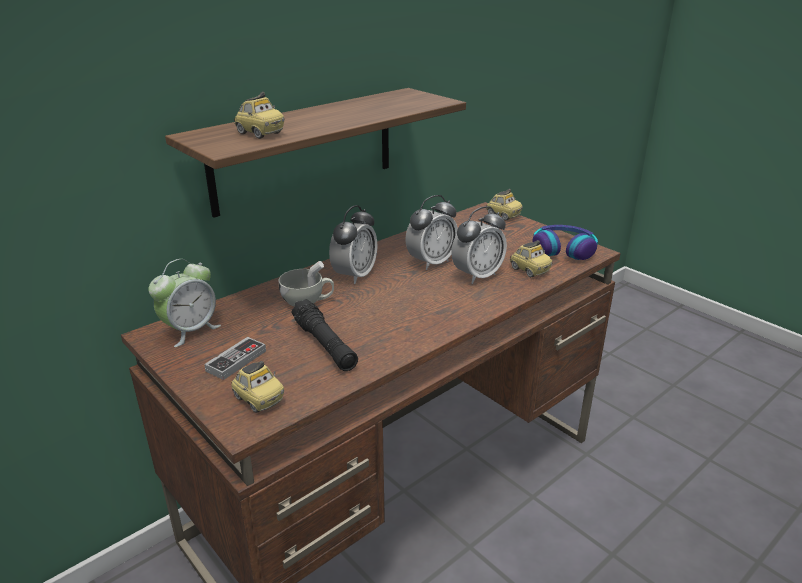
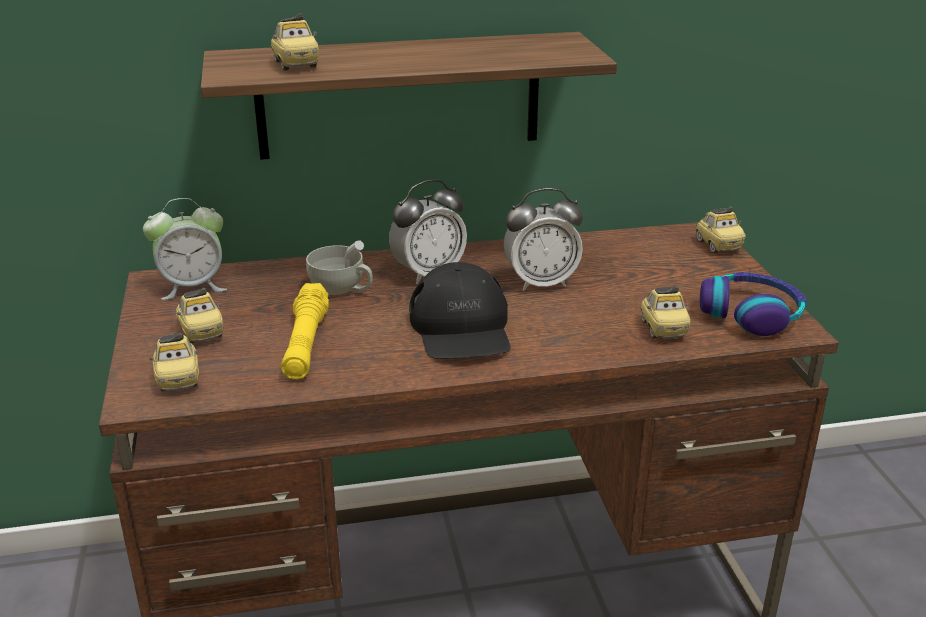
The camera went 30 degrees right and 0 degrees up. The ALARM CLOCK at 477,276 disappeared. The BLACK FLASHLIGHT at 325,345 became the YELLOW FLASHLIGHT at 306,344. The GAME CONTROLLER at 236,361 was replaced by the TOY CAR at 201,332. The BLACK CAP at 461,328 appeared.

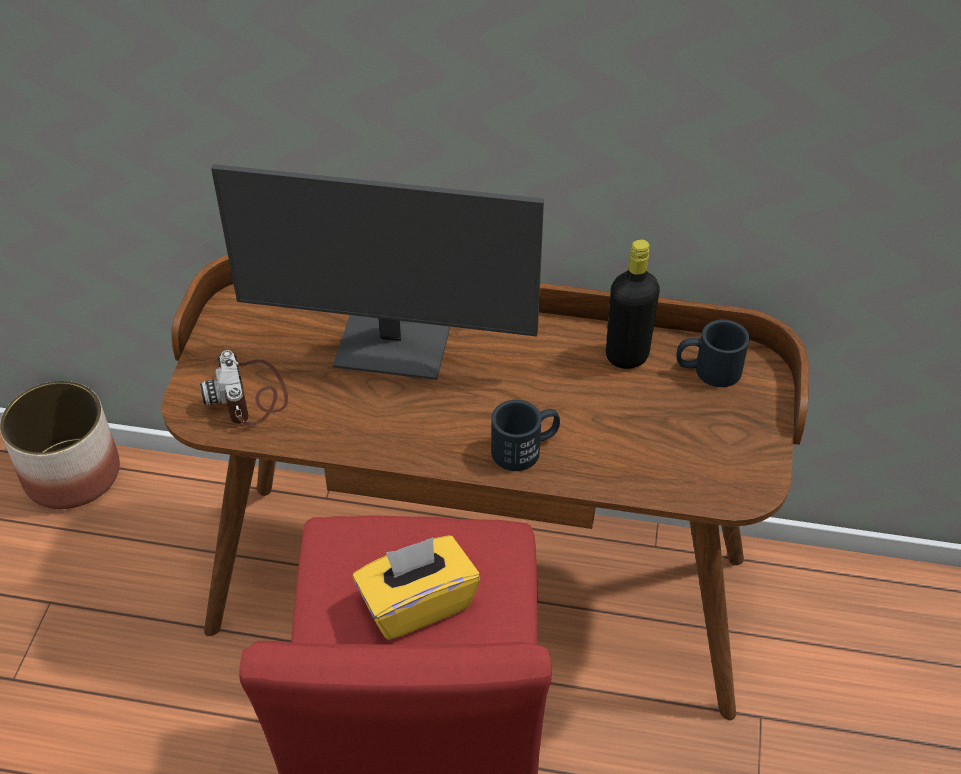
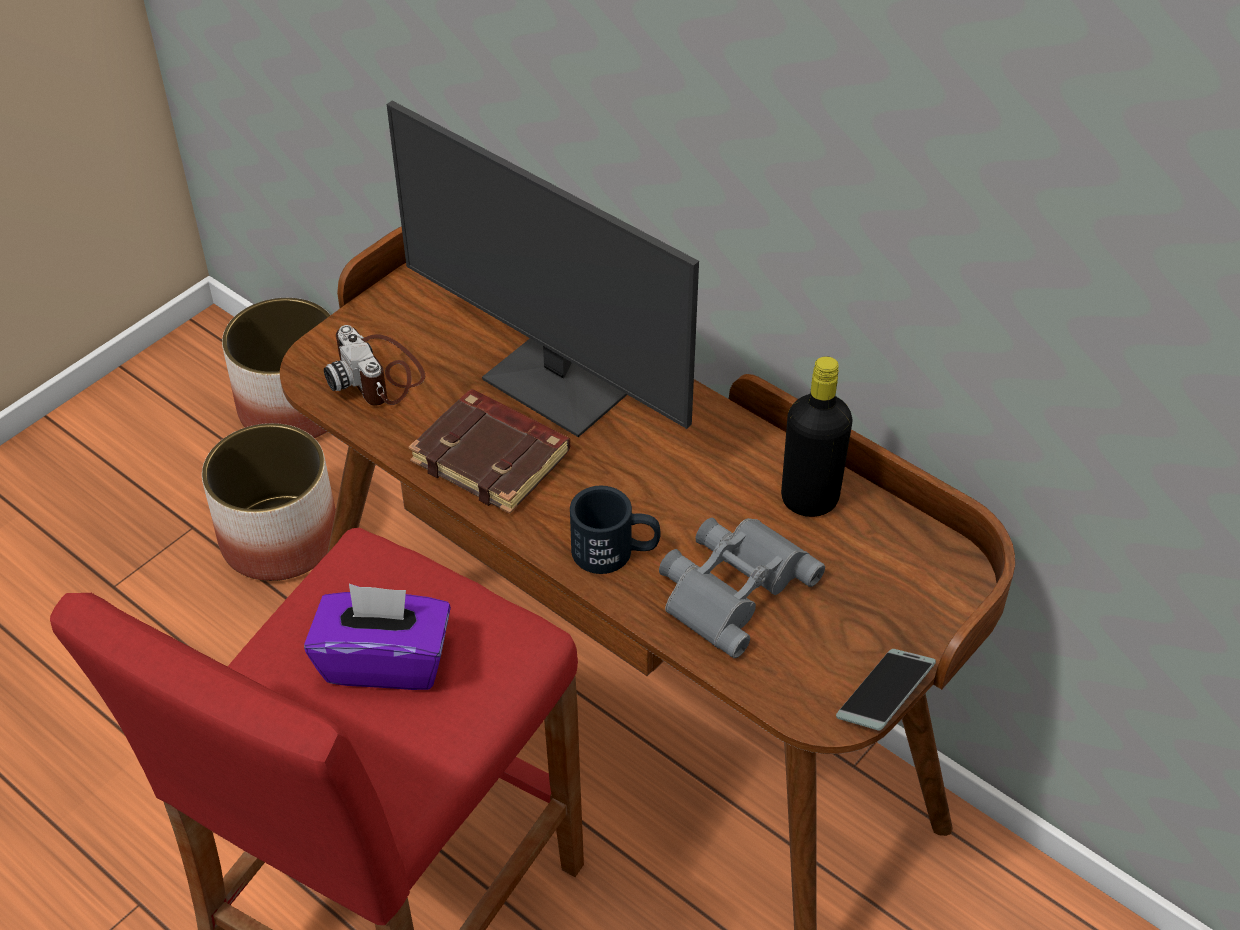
The camera went 30 degrees right and 0 degrees up. The BLACK MUG at 707,370 disappeared. The PHOTO CAMERA at 250,396 turned 45 degrees counterclockwise. The YELLOW TISSUE BOX at 417,603 became the PURPLE TISSUE BOX at 385,661. The BROWN BOOK at 493,457 appeared. The PLANTER at 281,538 appeared. The GREY BINOCULARS at 731,586 appeared. The PHONE at 884,696 appeared.

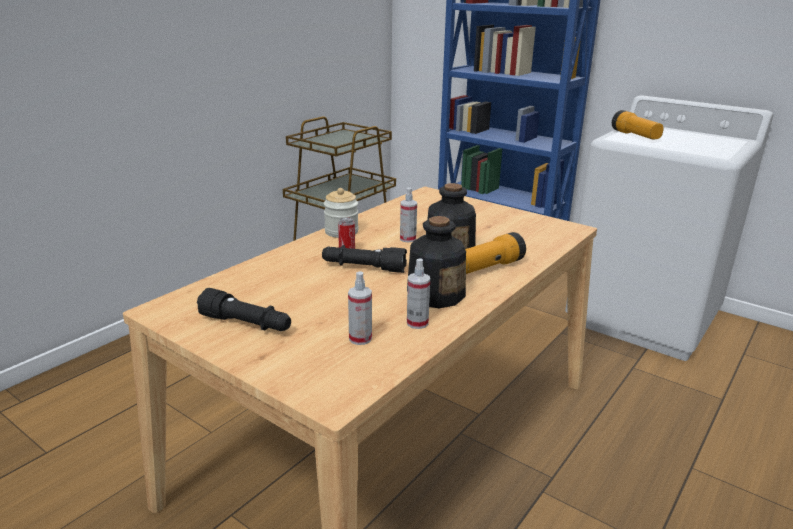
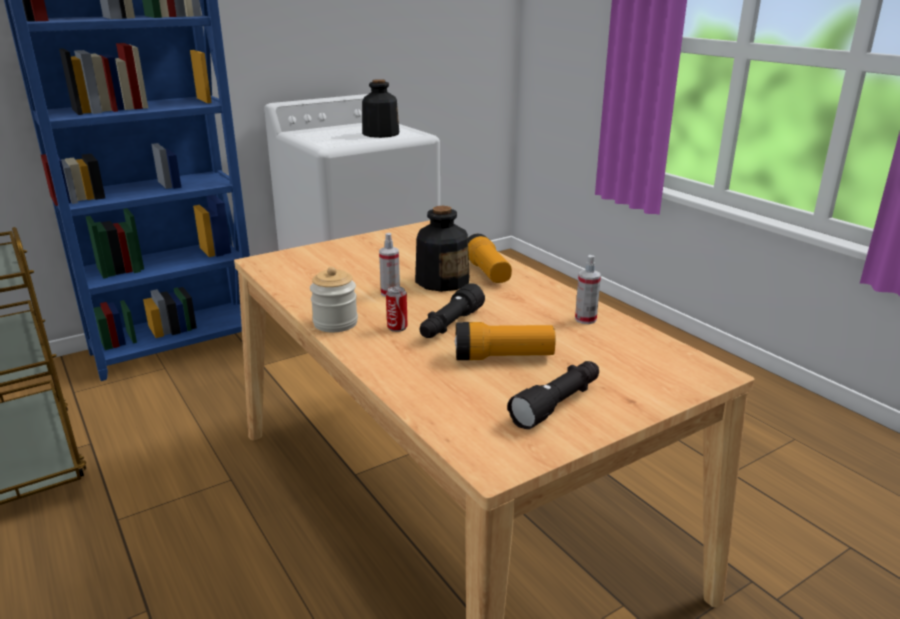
The camera went 70 degrees left and 0 degrees up. The FLASHLIGHT moved from 635,136 to 503,357. The BOTTLE moved from 435,294 to 380,134. The SPRAY BOTTLE at 360,338 disappeared.

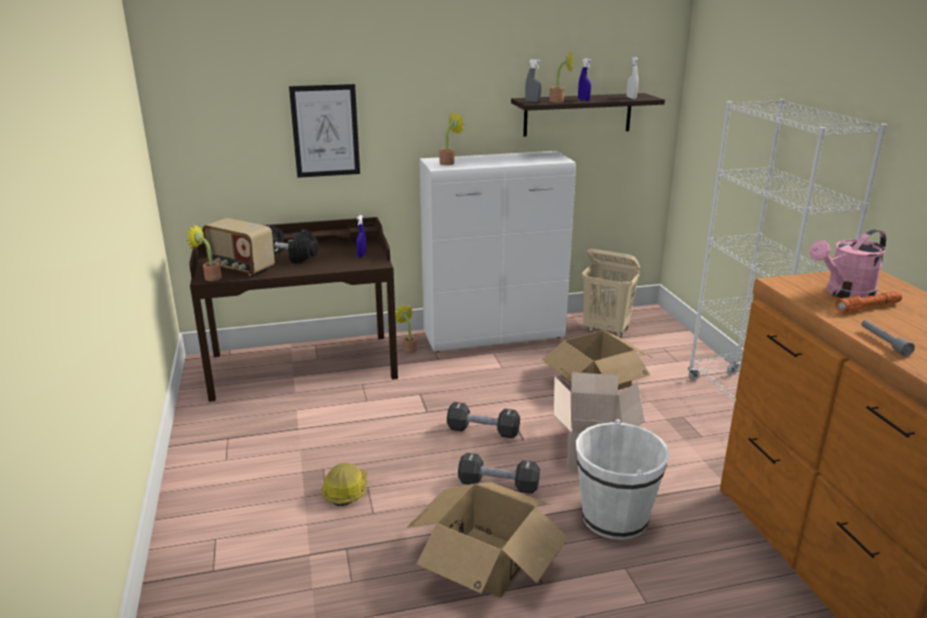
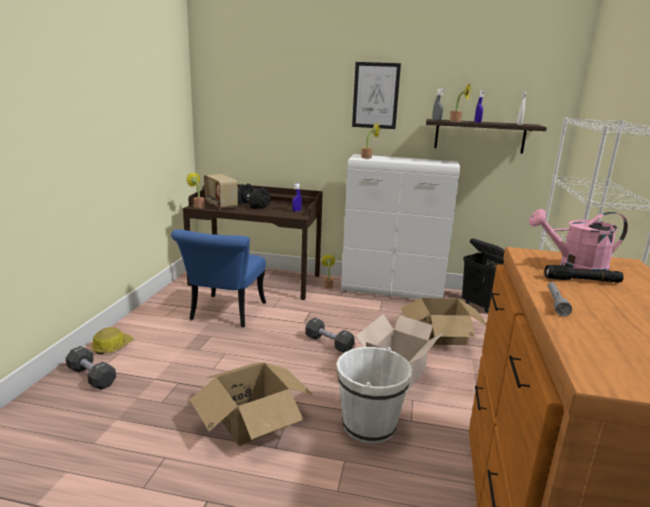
The camera went 25 degrees right and 5 degrees down. The PICTURE moved from 325,131 to 375,95. The BEIGE LAUNDRY BASKET at 606,330 became the BLACK LAUNDRY BASKET at 480,306. The ORANGE FLASHLIGHT at 867,308 became the BLACK FLASHLIGHT at 582,280. The BLACK DUMBBELL moved from 498,485 to 91,377. The HARD HAT moved from 345,491 to 112,346. The BLUE CHAIR at 224,314 appeared.

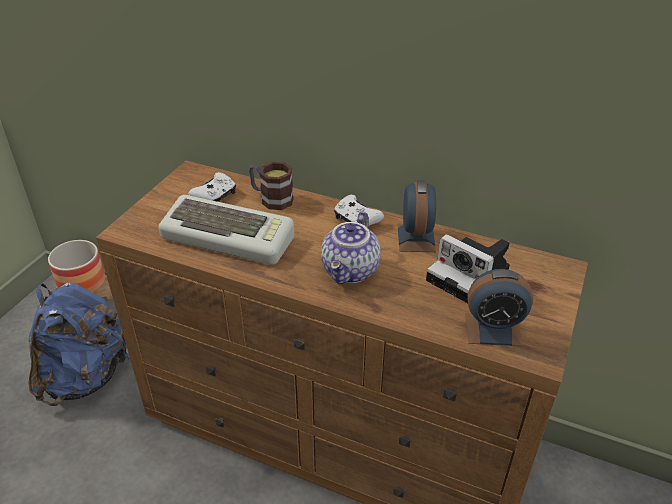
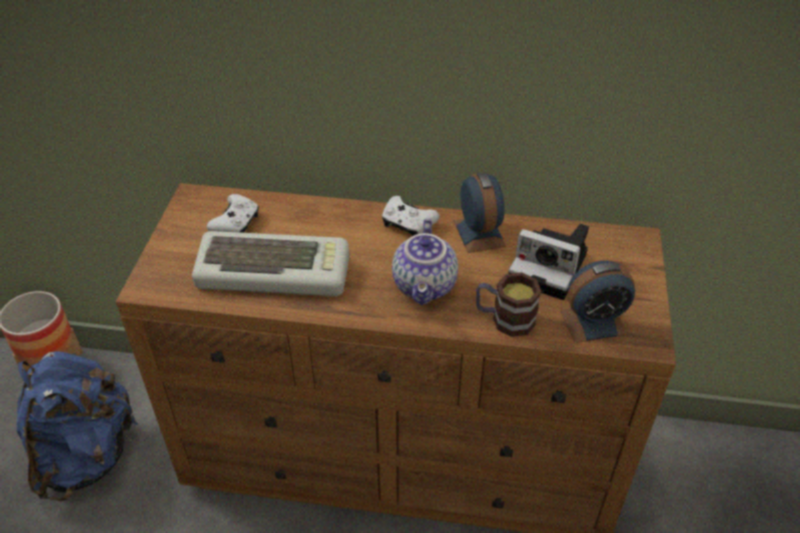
The camera went 15 degrees left and 5 degrees up. The MUG moved from 271,198 to 504,319.

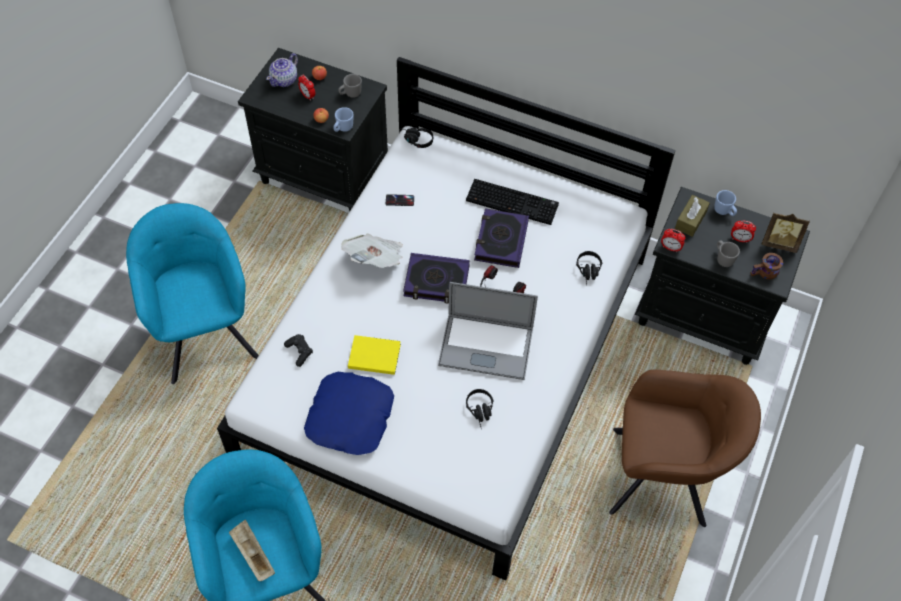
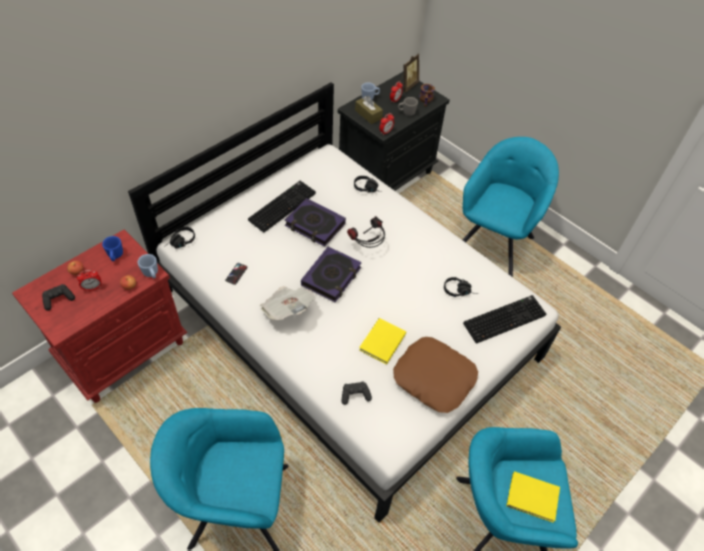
The camera went 70 degrees left and 5 degrees down. The BLACK NIGHTSTAND at 325,176 became the RED NIGHTSTAND at 124,350. The TEAPOT at 284,80 was replaced by the BLACK GAME CONTROLLER at 58,299. The GREY MUG at 350,94 became the BLUE MUG at 115,256. The LAPTOP at 486,346 disappeared. The BROWN ARMCHAIR at 664,476 became the TURQUOISE ARMCHAIR at 493,242. The BLUE PILLOW at 351,417 became the BROWN PILLOW at 434,377. The BEIGE TRAY at 252,554 was replaced by the YELLOW BOOK at 533,498. The KEYBOARD at 504,318 appeared.

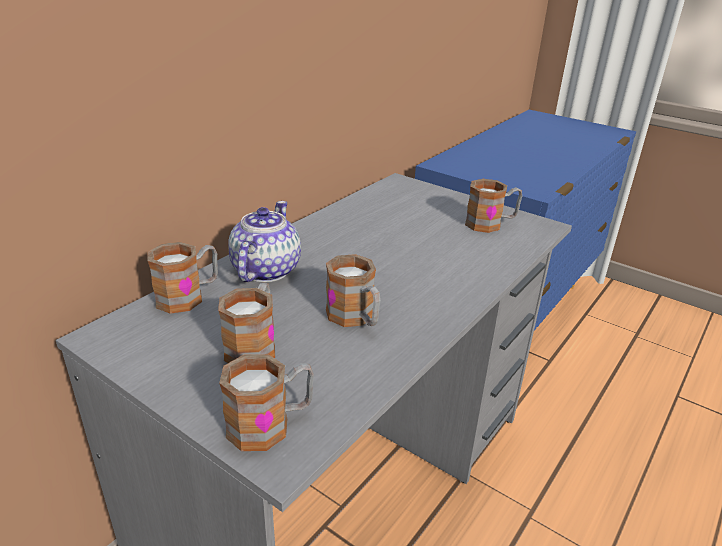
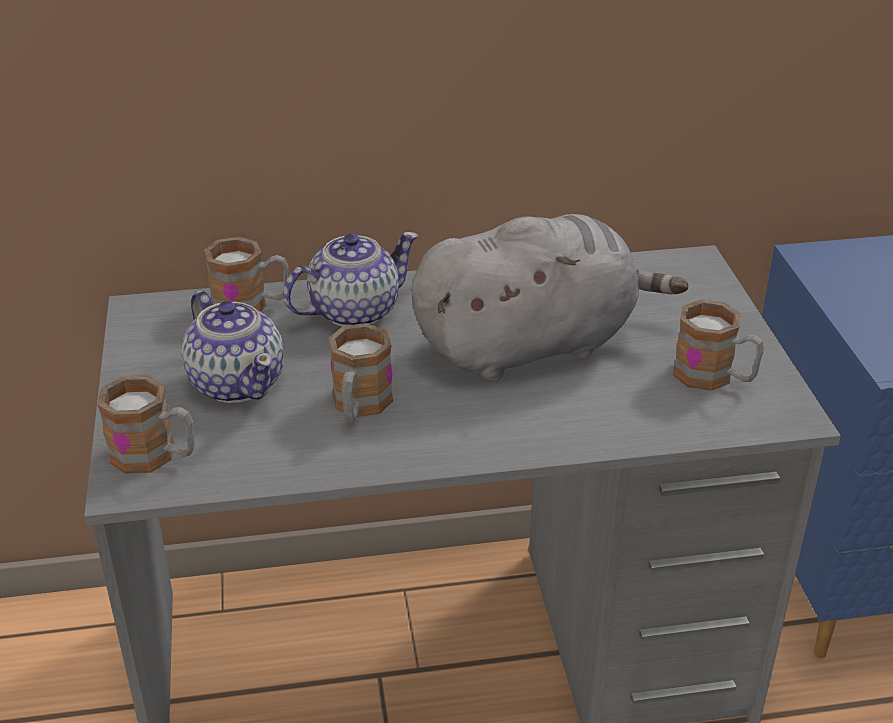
The camera went 45 degrees right and 5 degrees up. The MUG at 254,345 was replaced by the TEAPOT at 237,382. The GREY PLUSH TOY at 533,345 appeared.

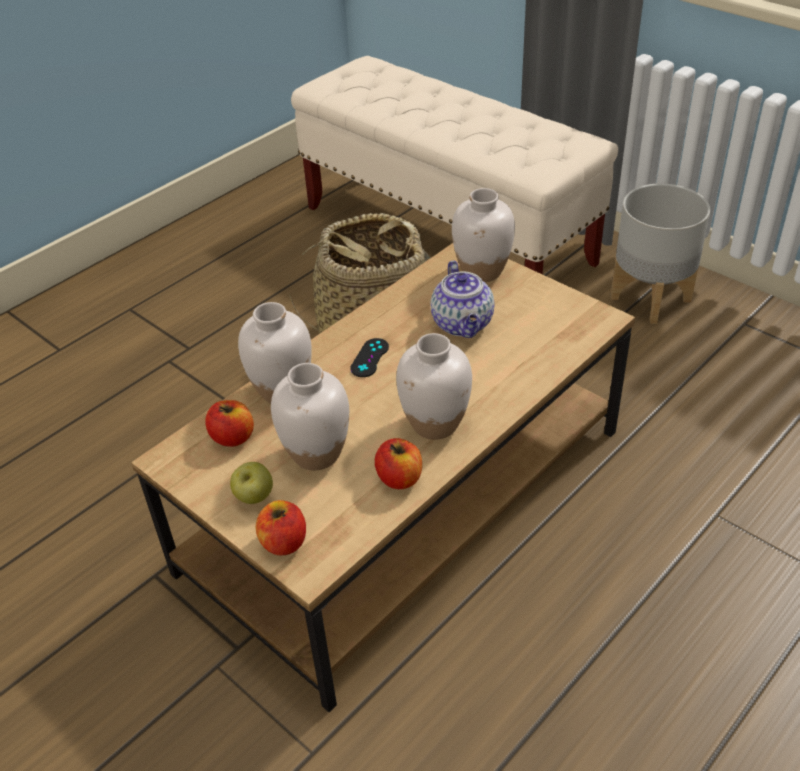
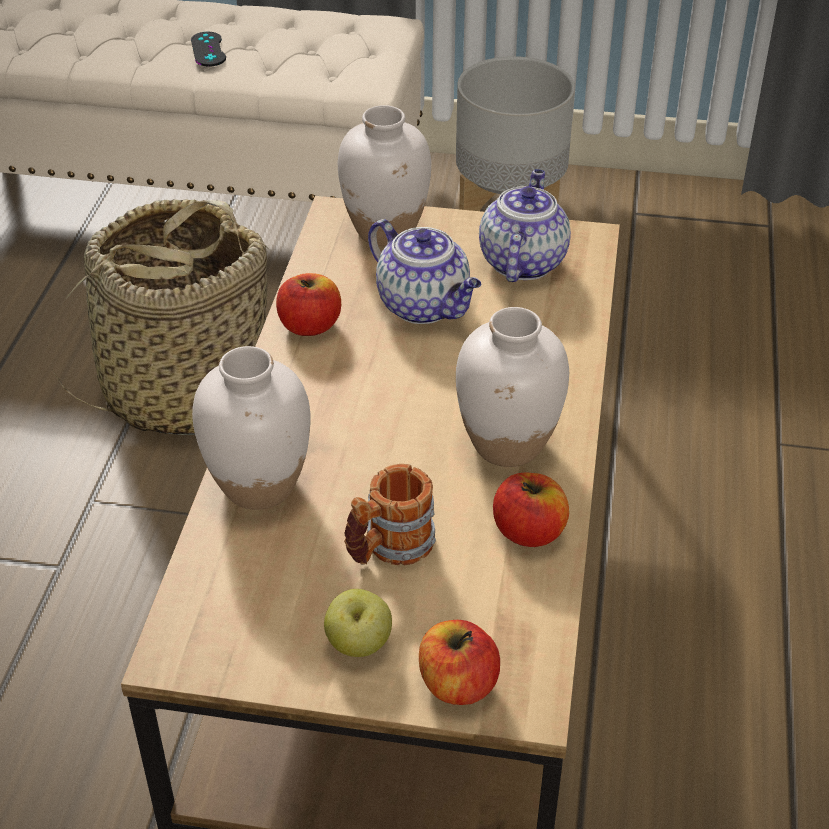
The camera went 35 degrees left and 0 degrees up. The BLACK GAME CONTROLLER moved from 369,358 to 208,49. The WHITE VASE at 316,453 was replaced by the MUG at 389,549. The APPLE moved from 233,437 to 310,326. The TEAPOT at 522,261 appeared.

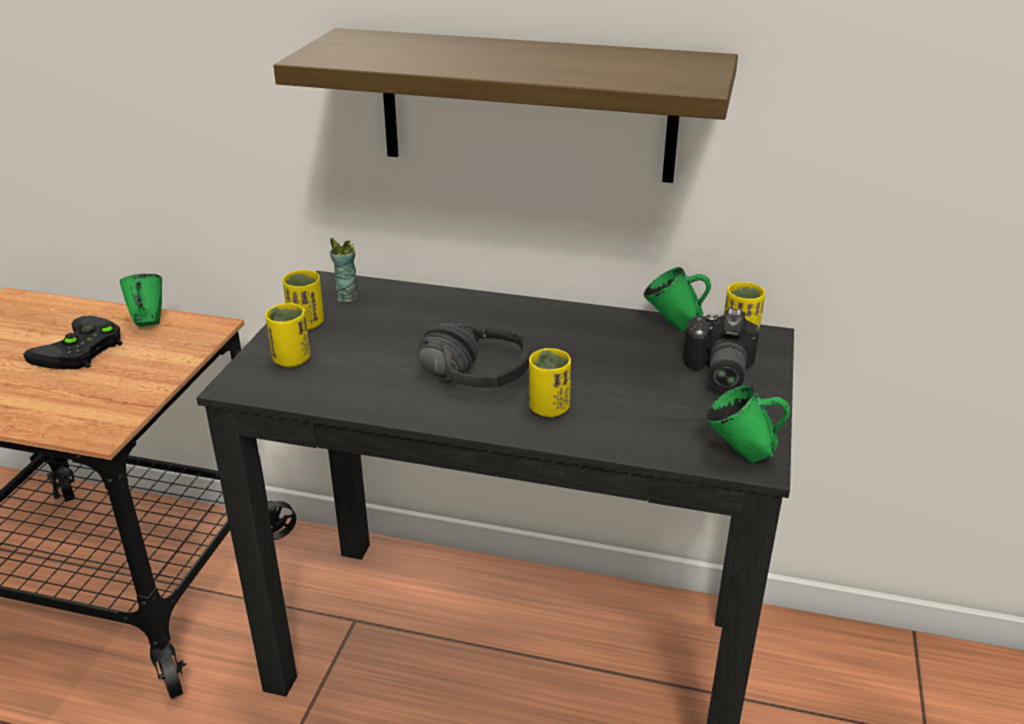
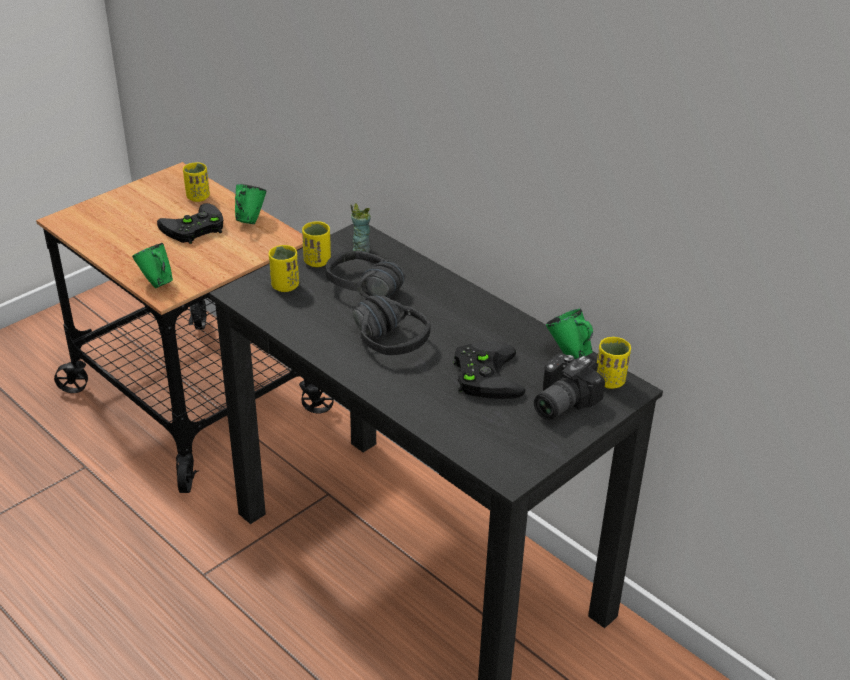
The camera went 30 degrees right and 5 degrees up. The SHELF at 527,106 disappeared. The YELLOW CUP moved from 549,408 to 198,197. The GREEN MUG moved from 740,455 to 157,283. The BLACK HEADPHONES at 358,293 appeared. The BLACK GAME CONTROLLER at 484,374 appeared.

